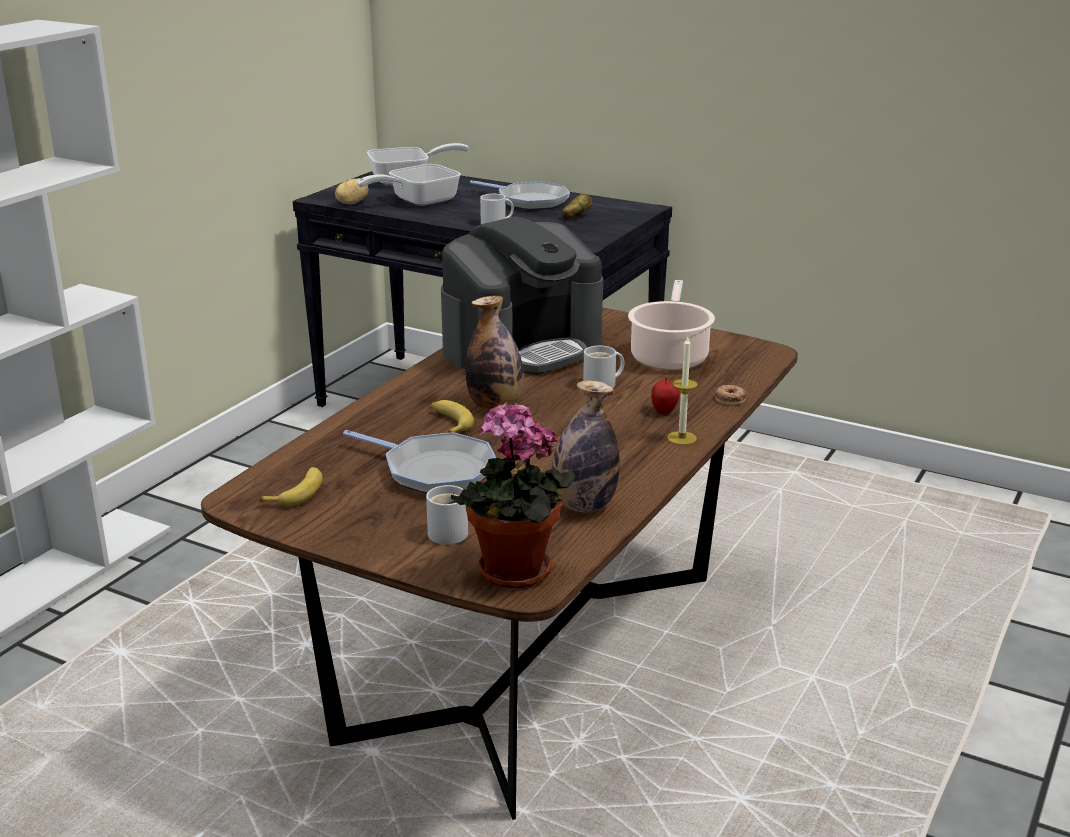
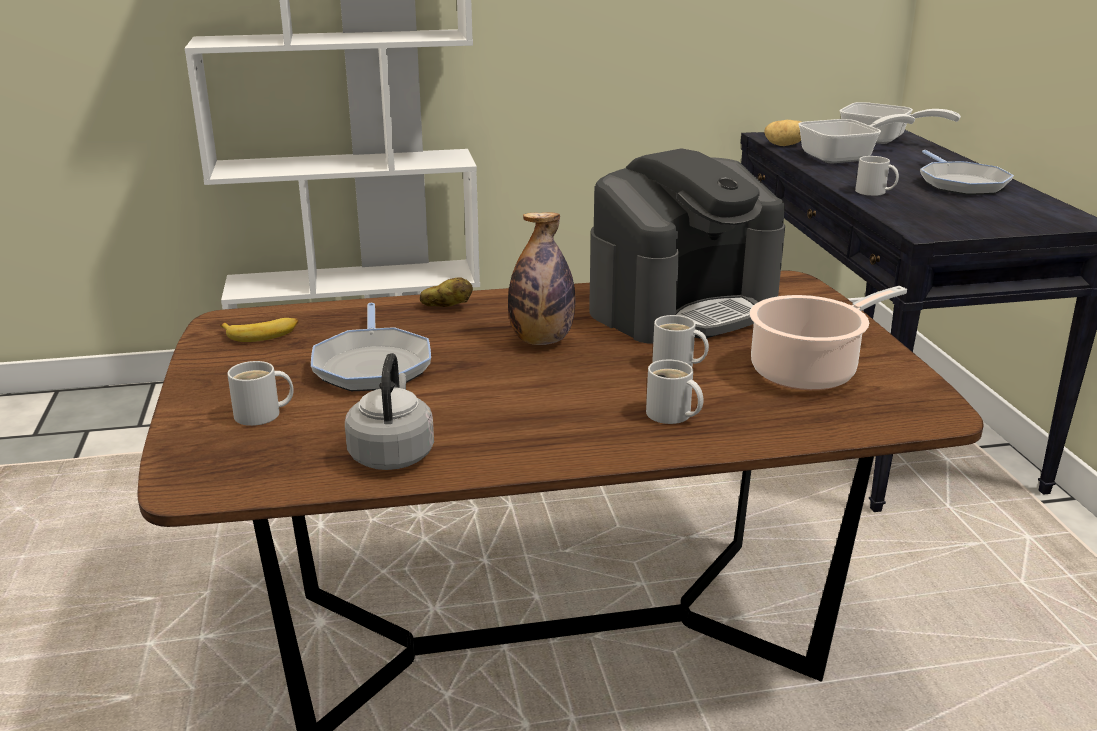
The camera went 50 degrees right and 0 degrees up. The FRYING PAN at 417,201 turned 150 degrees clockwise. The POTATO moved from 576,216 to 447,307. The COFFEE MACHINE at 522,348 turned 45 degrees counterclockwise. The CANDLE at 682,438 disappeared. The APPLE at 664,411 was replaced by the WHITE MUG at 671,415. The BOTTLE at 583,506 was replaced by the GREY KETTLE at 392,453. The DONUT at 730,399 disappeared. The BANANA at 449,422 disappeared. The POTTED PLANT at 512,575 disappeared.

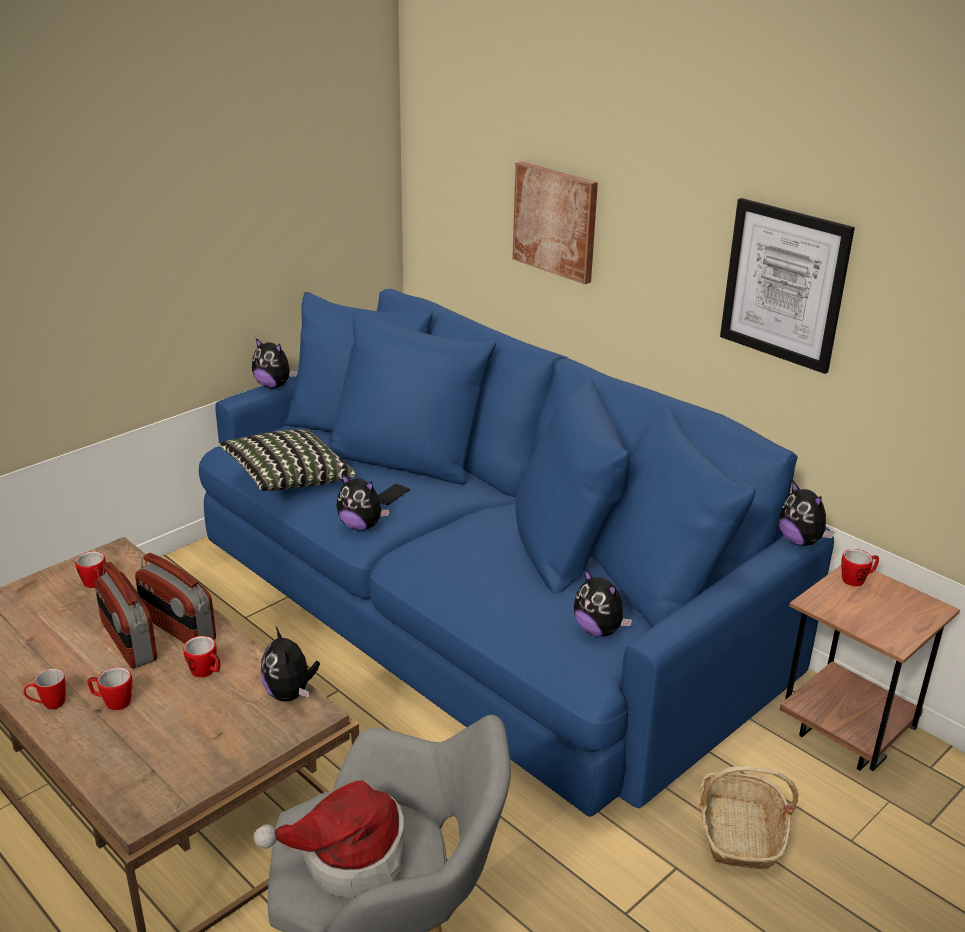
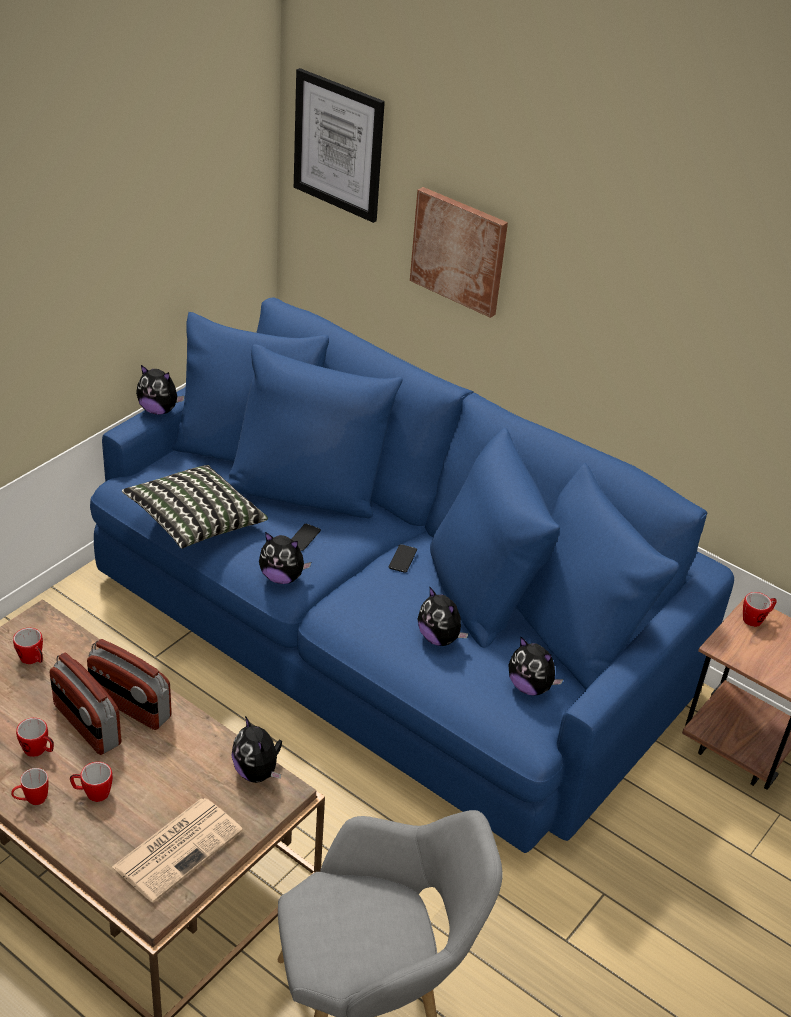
The camera went 10 degrees left and 10 degrees up. The PICTURE moved from 784,284 to 338,145. The PLUSH TOY moved from 800,541 to 439,638. The MUG moved from 206,672 to 38,750. The BASKET at 740,833 disappeared. The HAT at 348,857 disappeared. The PHONE at 402,559 appeared. The NEWSPAPER at 179,847 appeared.

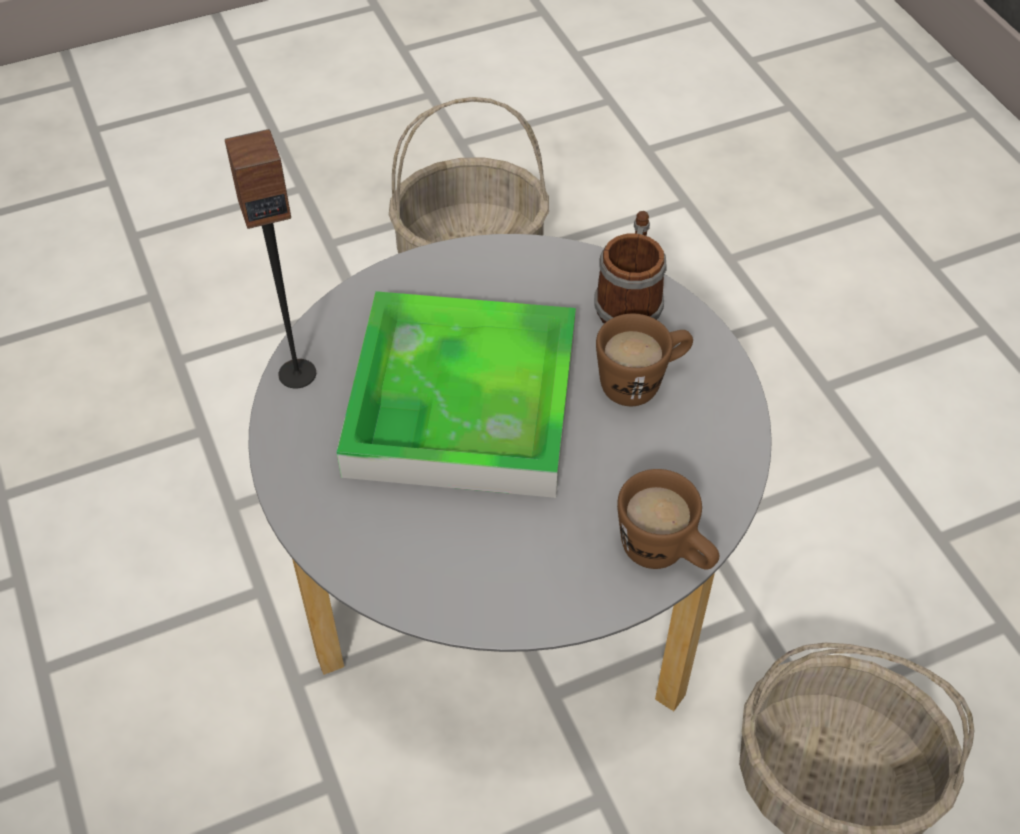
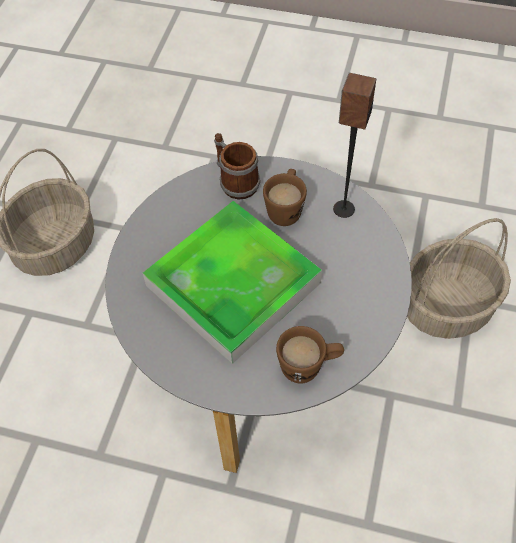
The camera went 50 degrees left and 5 degrees up. The SPEAKER moved from 297,373 to 343,209. The BROWN MUG moved from 665,555 to 309,367.

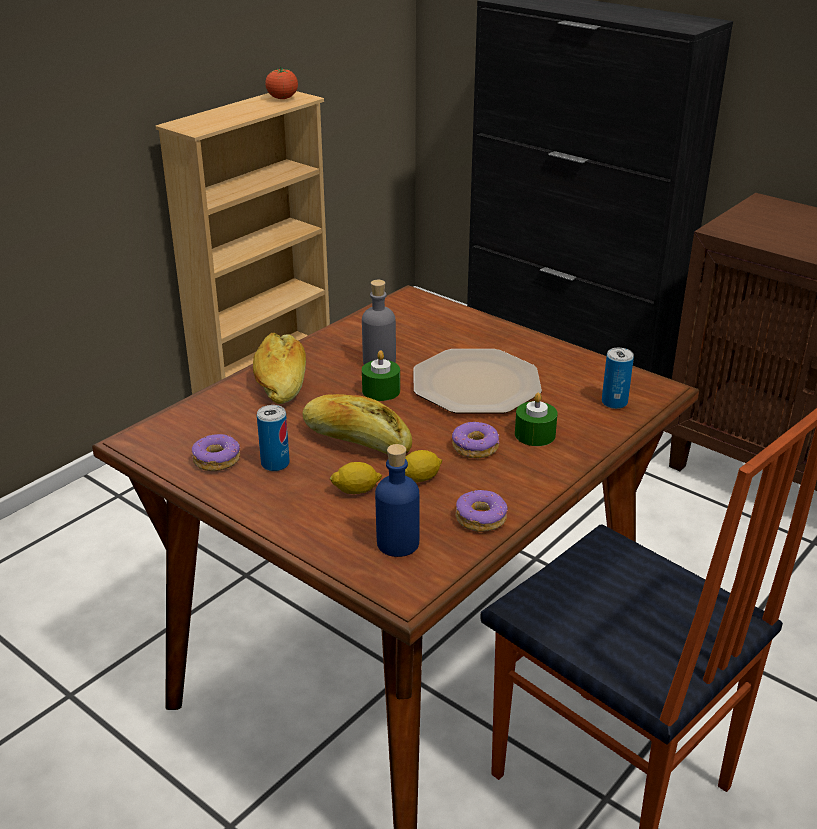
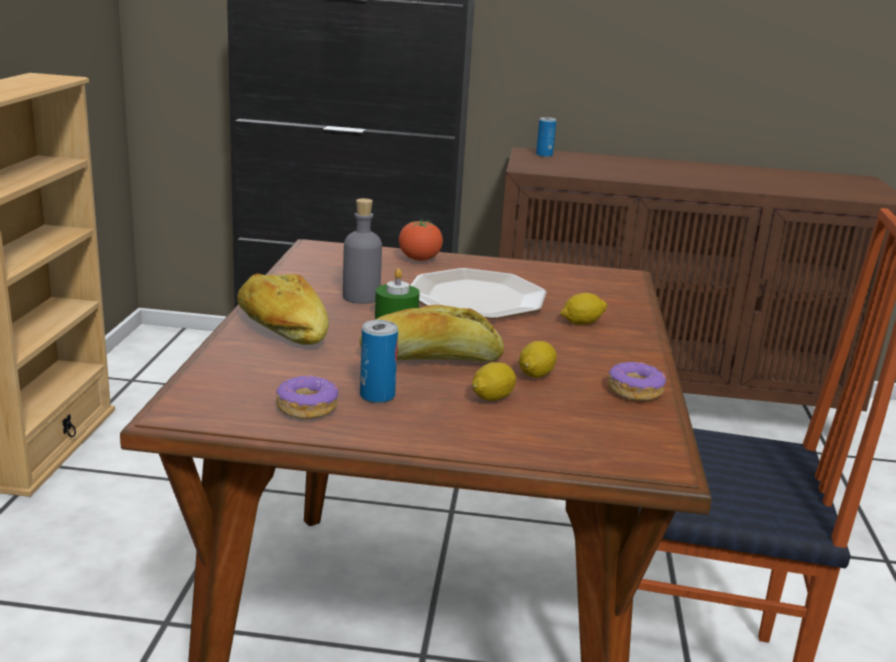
The camera went 35 degrees left and 10 degrees down. The TOMATO moved from 282,98 to 419,259. The CAN moved from 614,402 to 544,155. The GREEN CANDLE at 535,434 was replaced by the LEMON at 581,322. The DONUT at 475,448 disappeared. The BLUE BOTTLE at 397,543 disappeared.

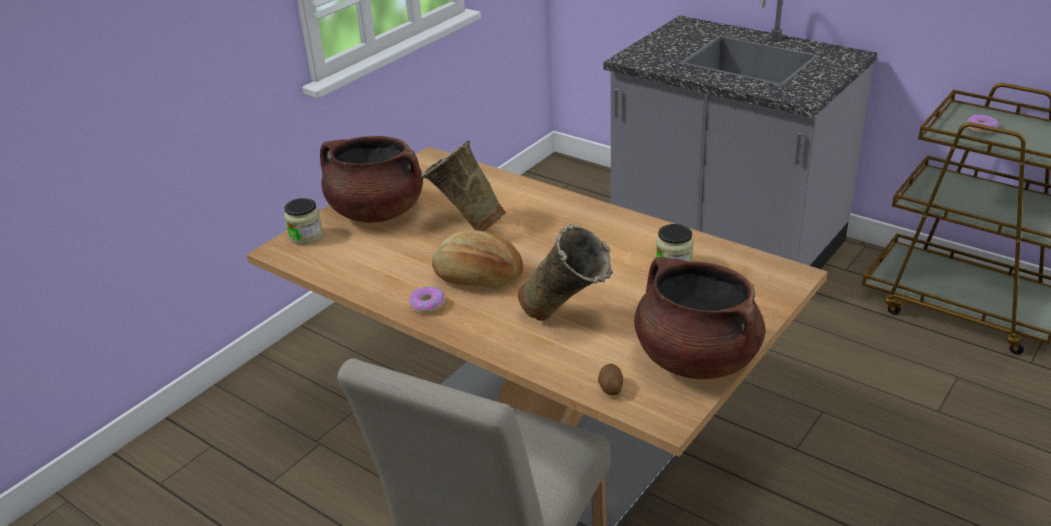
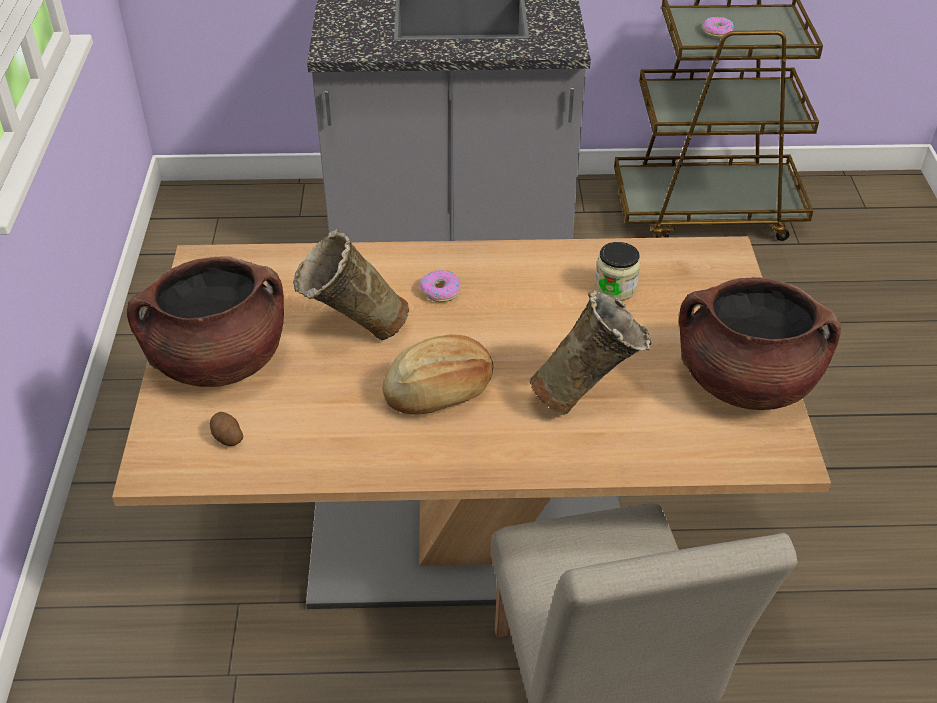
The camera went 40 degrees left and 10 degrees up. The JAR at 306,236 disappeared. The DONUT moved from 427,305 to 440,291. The POTATO moved from 610,387 to 227,437.

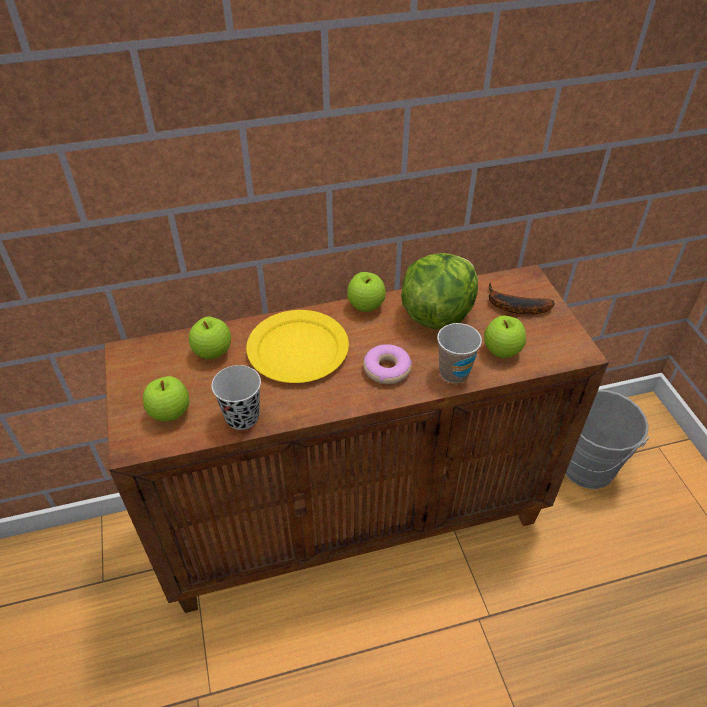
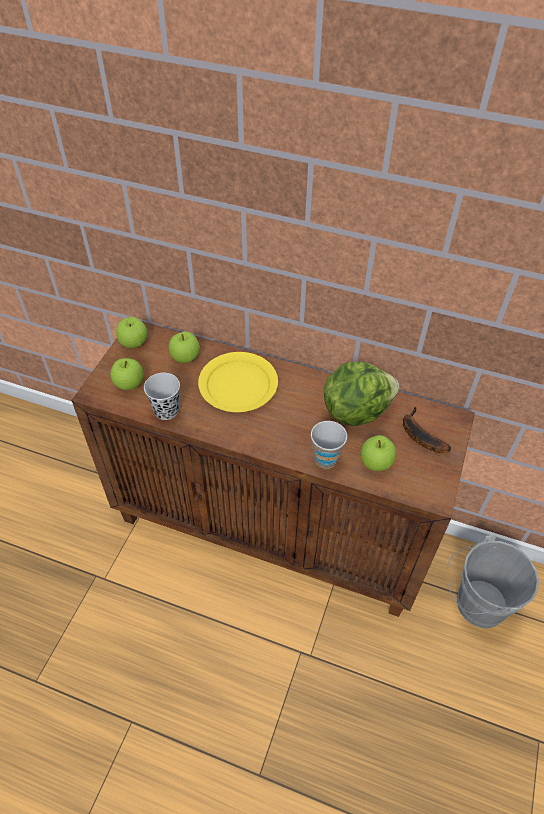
The camera went 35 degrees right and 5 degrees up. The APPLE moved from 366,306 to 134,343. The DONUT at 387,369 disappeared.

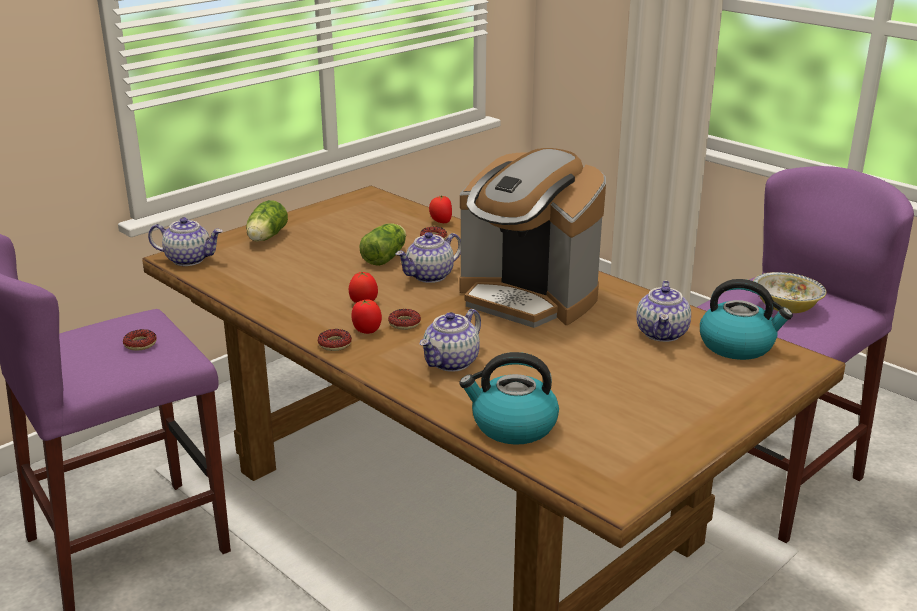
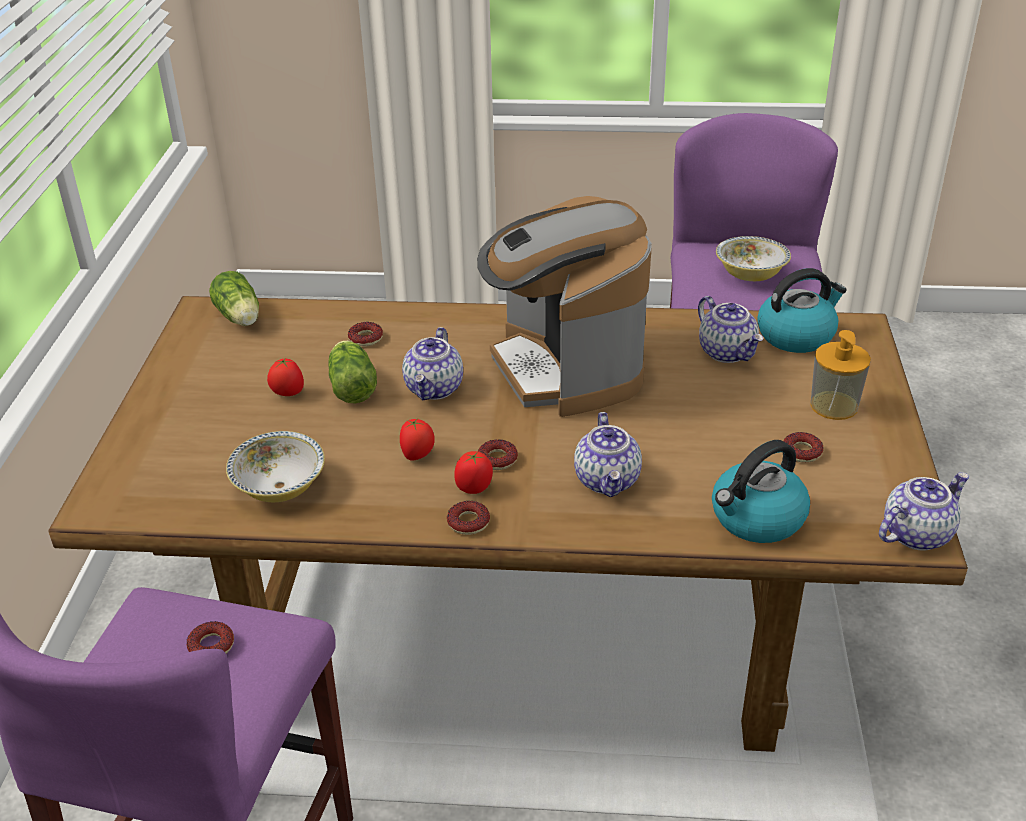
The camera went 40 degrees left and 10 degrees up. The COFFEE MACHINE at 528,298 turned 75 degrees clockwise. The TOMATO moved from 440,222 to 287,394. The LETTUCE moved from 265,238 to 240,318. The TEAPOT moved from 189,259 to 916,533. The SOAP DISPENSER at 834,405 appeared. The BOWL at 279,487 appeared. The DONUT at 802,452 appeared.

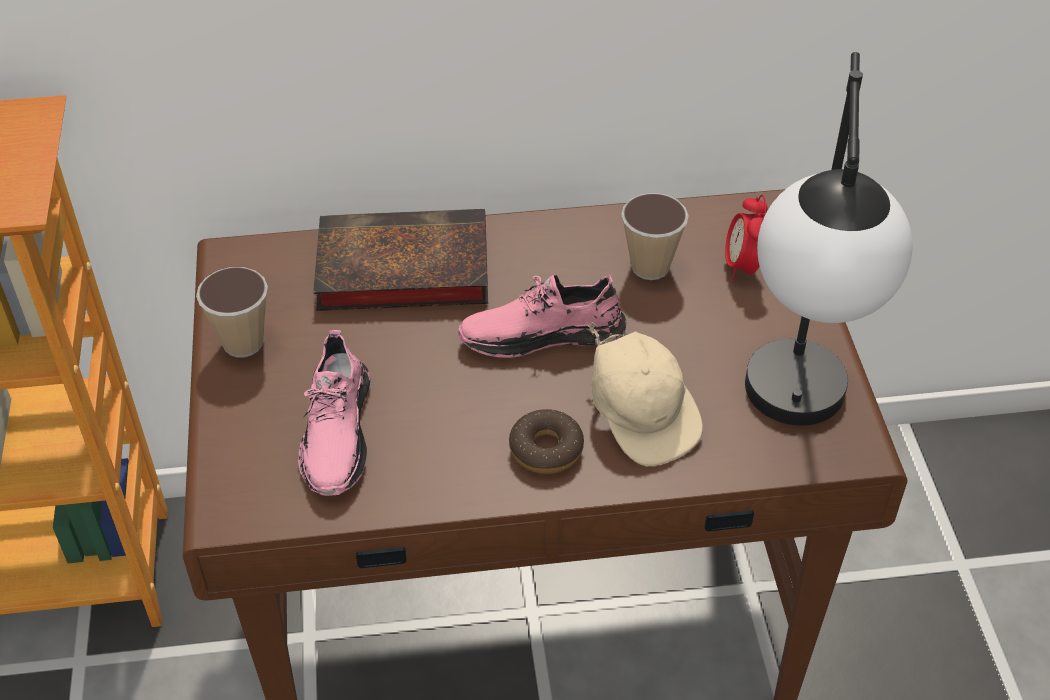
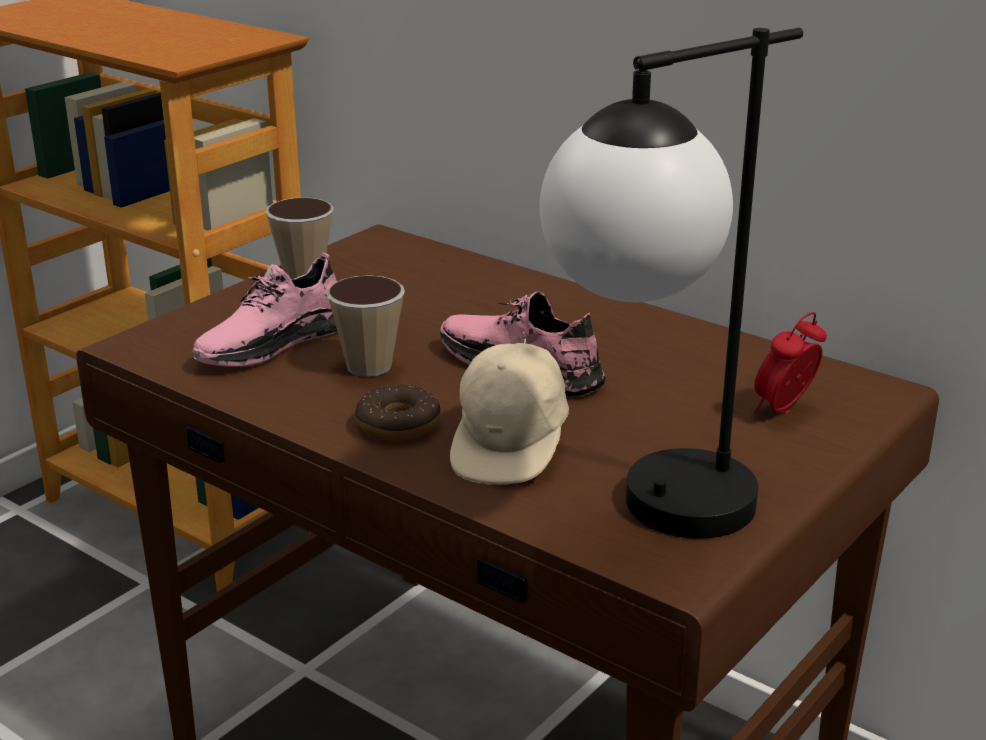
The camera went 45 degrees right and 20 degrees down. The CUP moved from 650,267 to 369,366. The BOOK at 398,270 disappeared.

